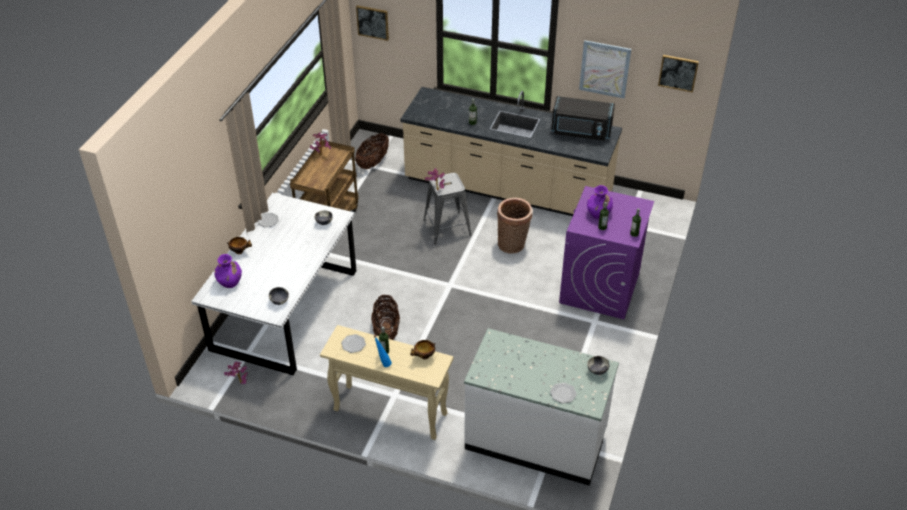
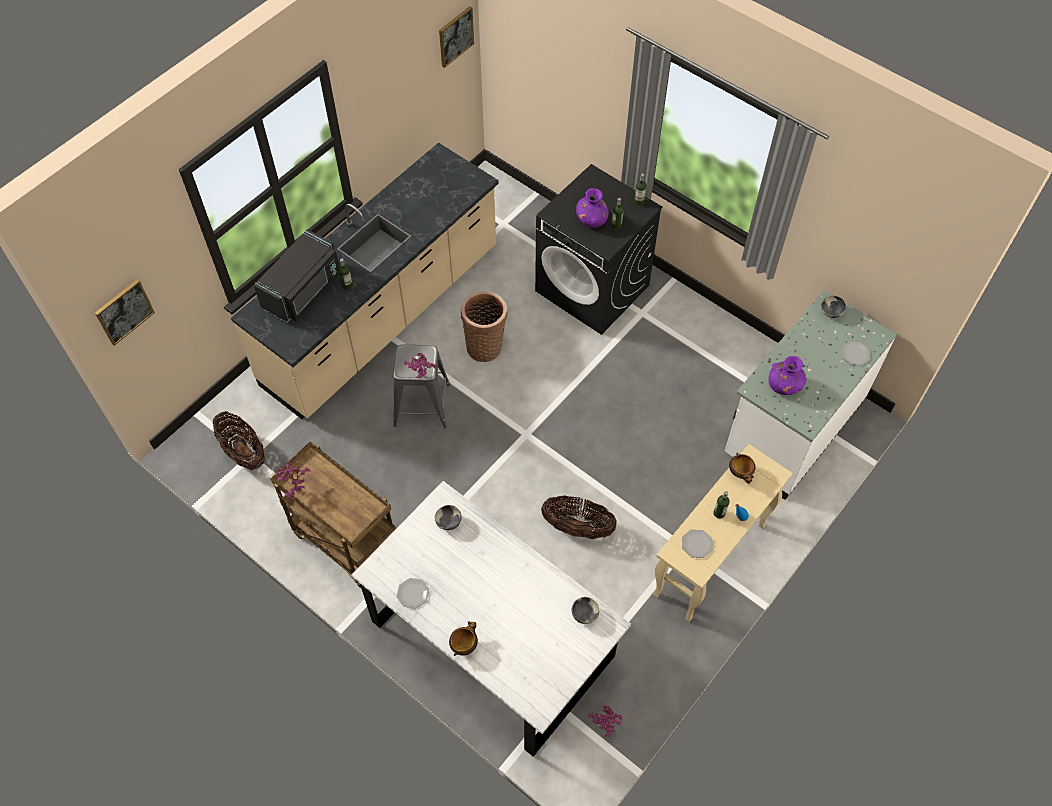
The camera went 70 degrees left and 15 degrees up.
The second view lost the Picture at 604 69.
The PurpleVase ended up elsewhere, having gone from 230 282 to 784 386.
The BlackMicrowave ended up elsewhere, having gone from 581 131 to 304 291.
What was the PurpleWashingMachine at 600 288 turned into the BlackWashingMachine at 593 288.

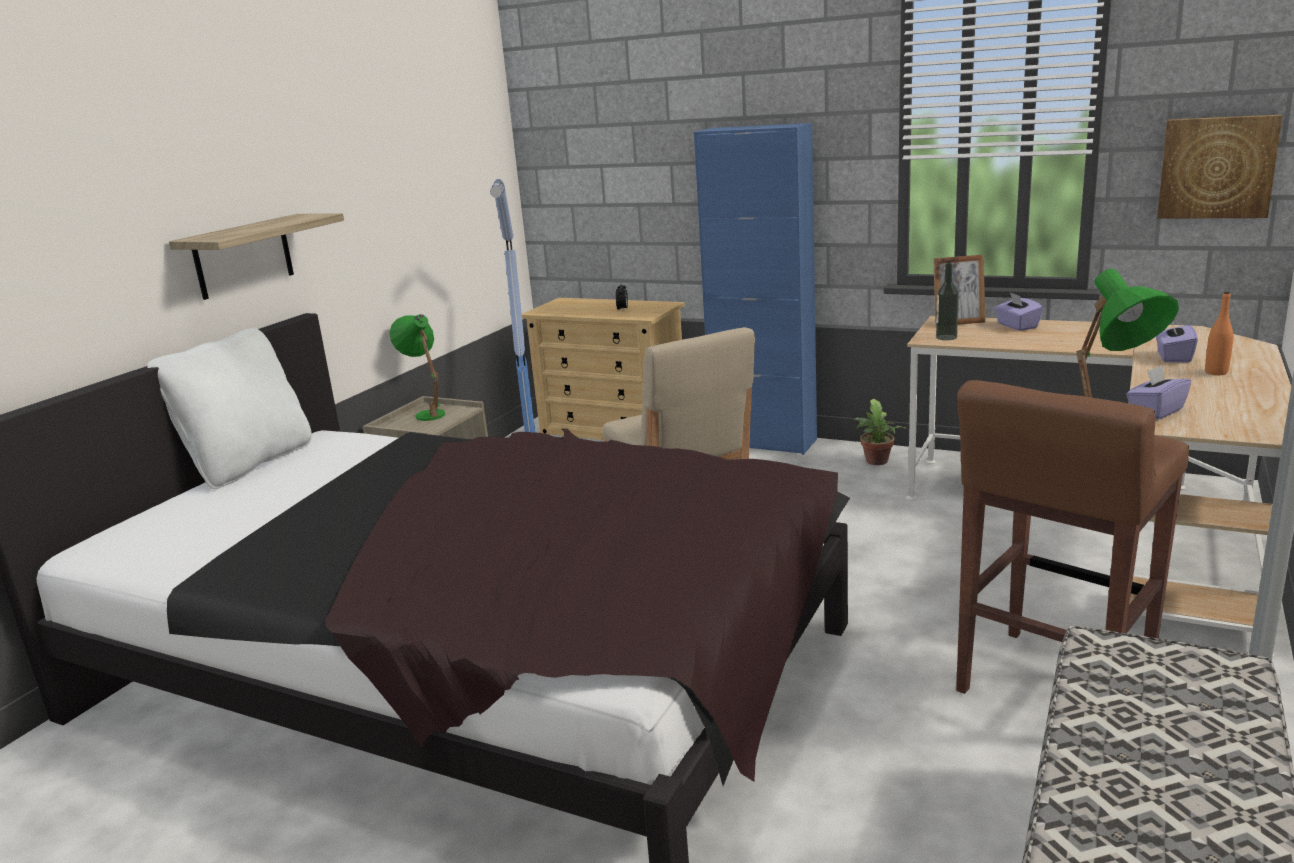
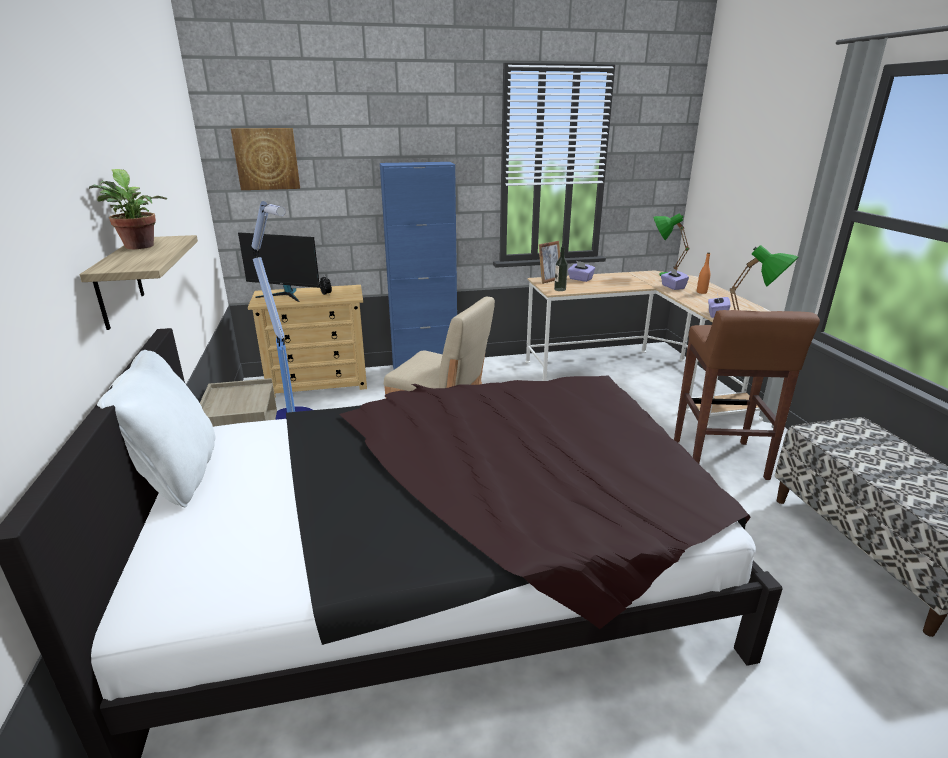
The camera went 40 degrees left and 5 degrees up.
The second view gained the Monitor at 285 295.
The GreenTableLamp ended up elsewhere, having gone from 428 412 to 661 274.
The PottedPlant ended up elsewhere, having gone from 877 462 to 140 247.
The Picture ended up elsewhere, having gone from 1216 167 to 266 159.

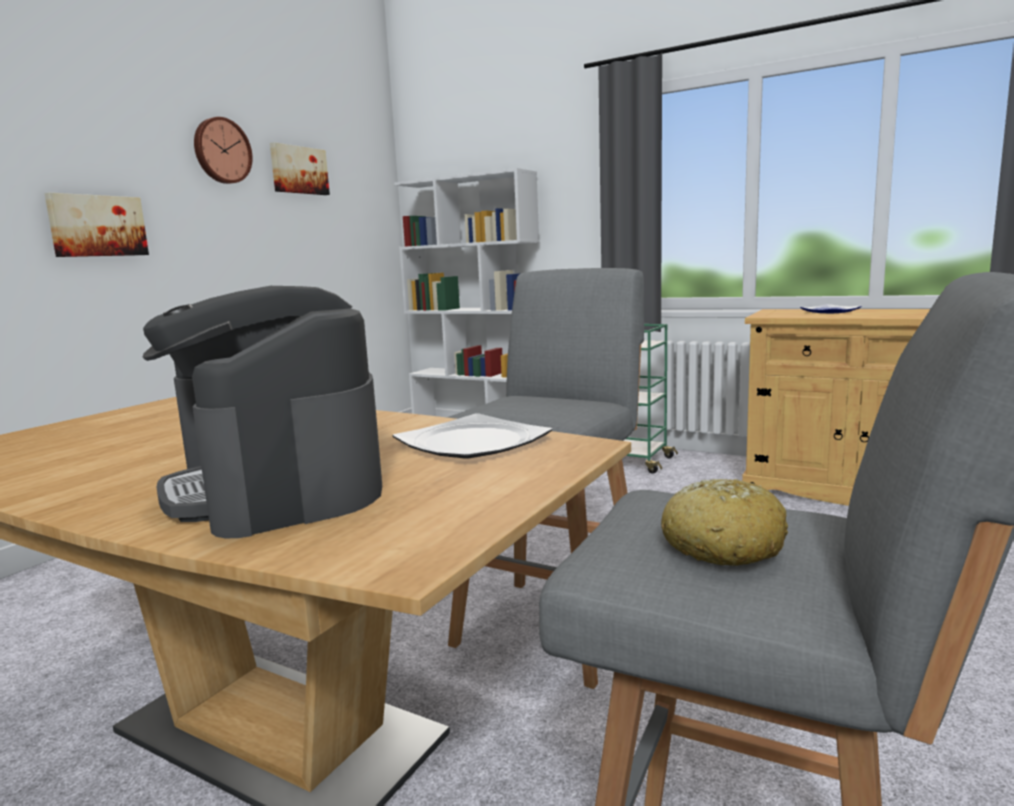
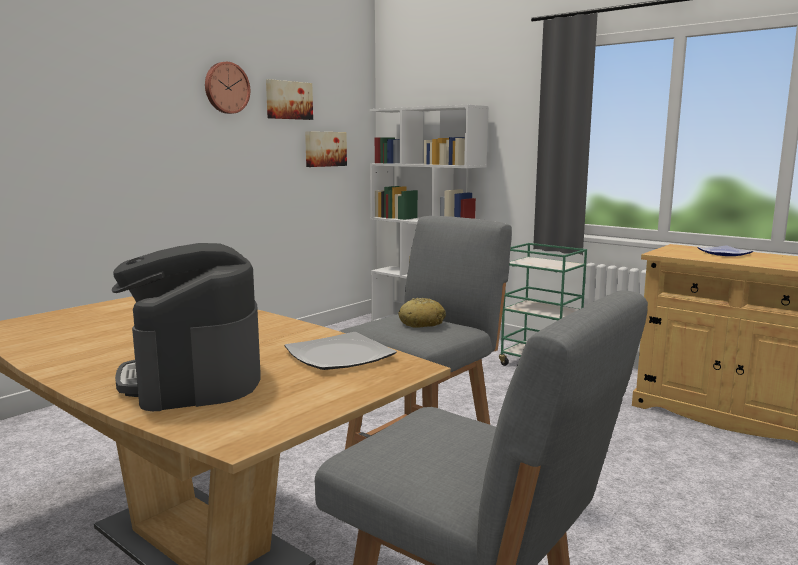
The camera went 10 degrees right and 0 degrees up.
The Picture ended up elsewhere, having gone from 97 226 to 325 149.
The Bread ended up elsewhere, having gone from 723 546 to 422 323.

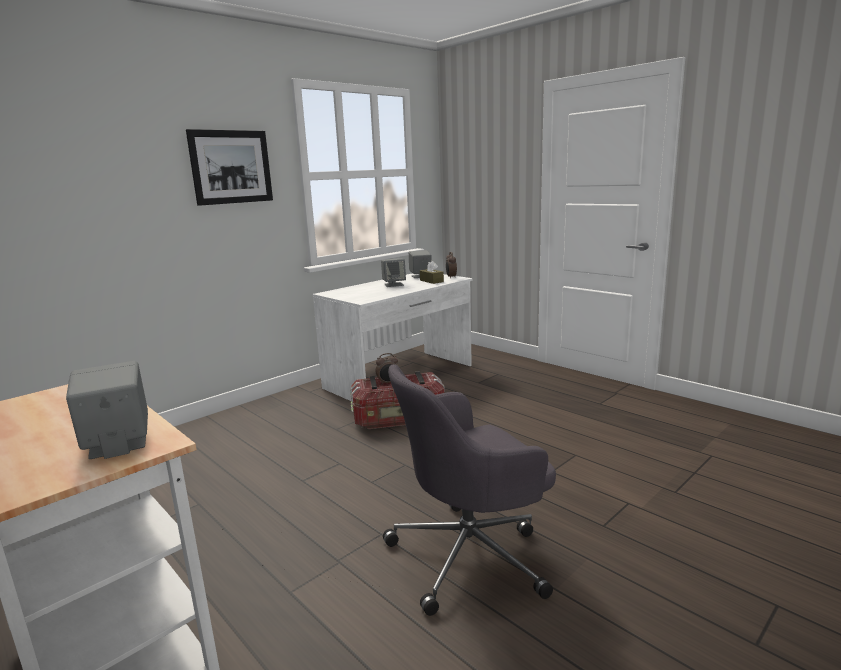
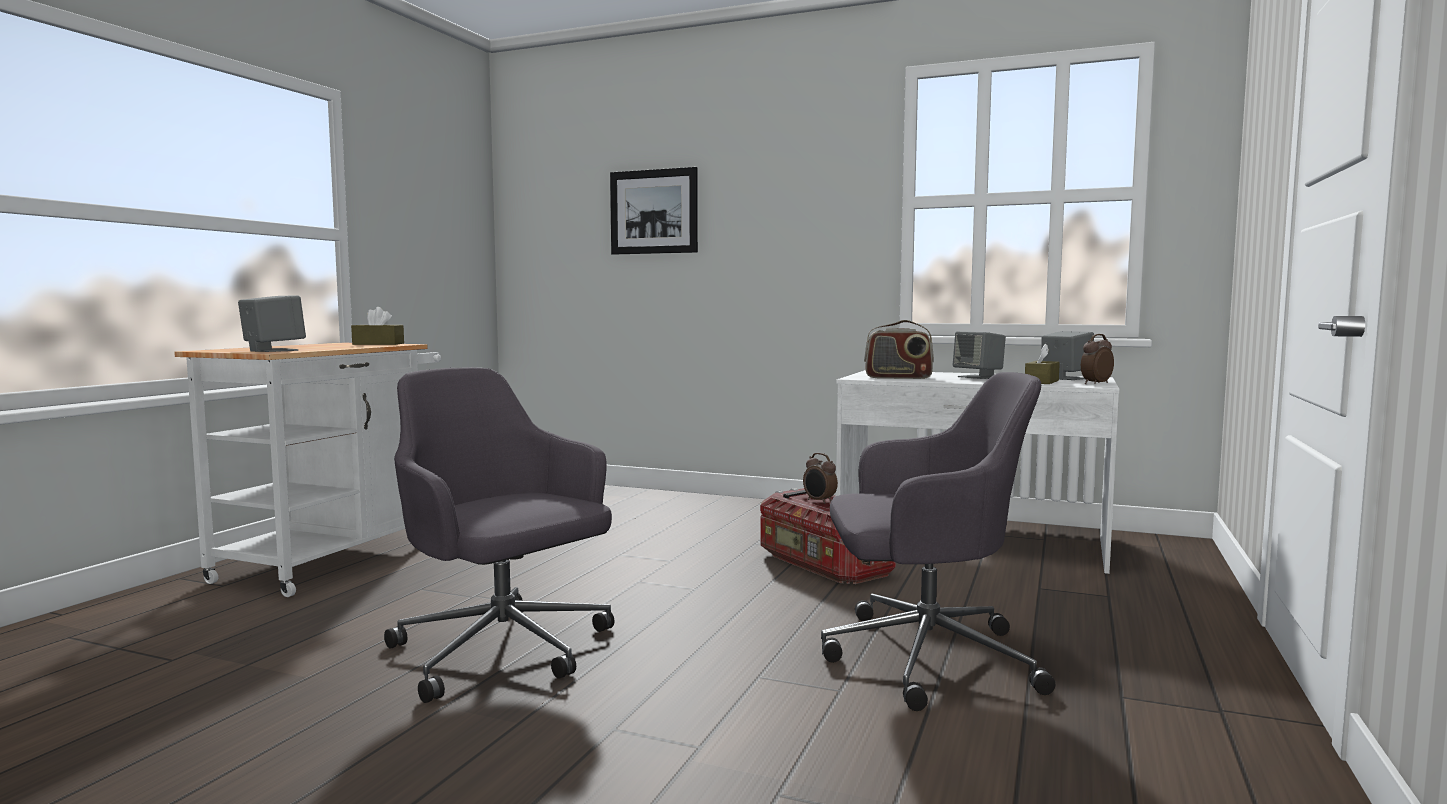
The camera went 65 degrees right and 10 degrees down.
The second view gained the BrownTissueBox at 378 344.
The second view gained the GreyOfficeChair at 923 658.
The second view gained the Radio at 898 377.
The Picture ended up elsewhere, having gone from 231 167 to 653 212.

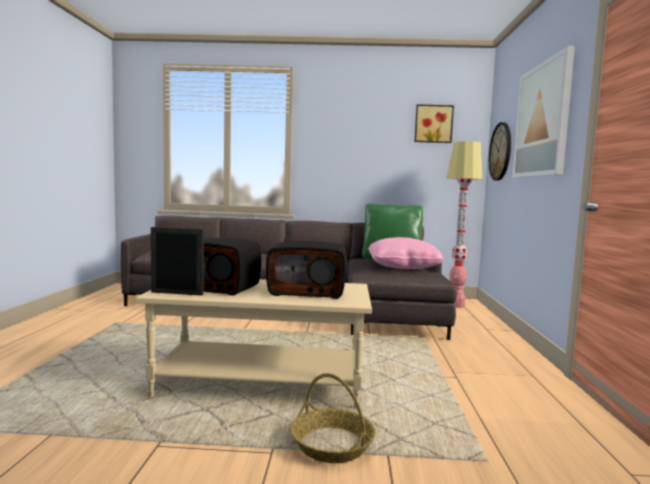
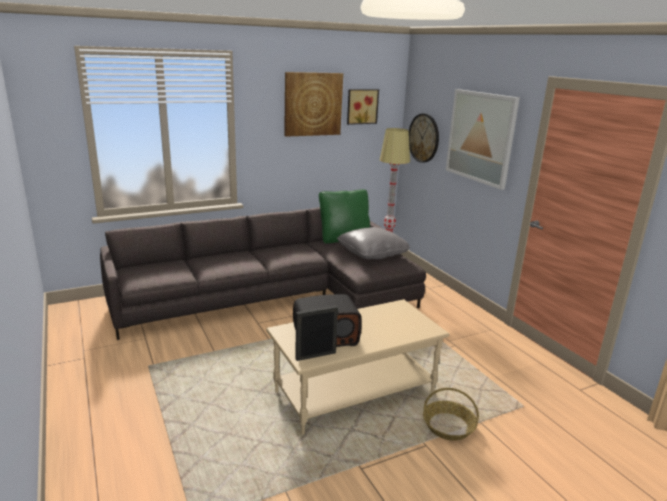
The camera went 30 degrees left and 15 degrees up.
The second view lost the Radio at 308 291.
The second view gained the Picture at 313 104.
What was the PinkPillow at 402 267 turned into the GreyPillow at 372 253.

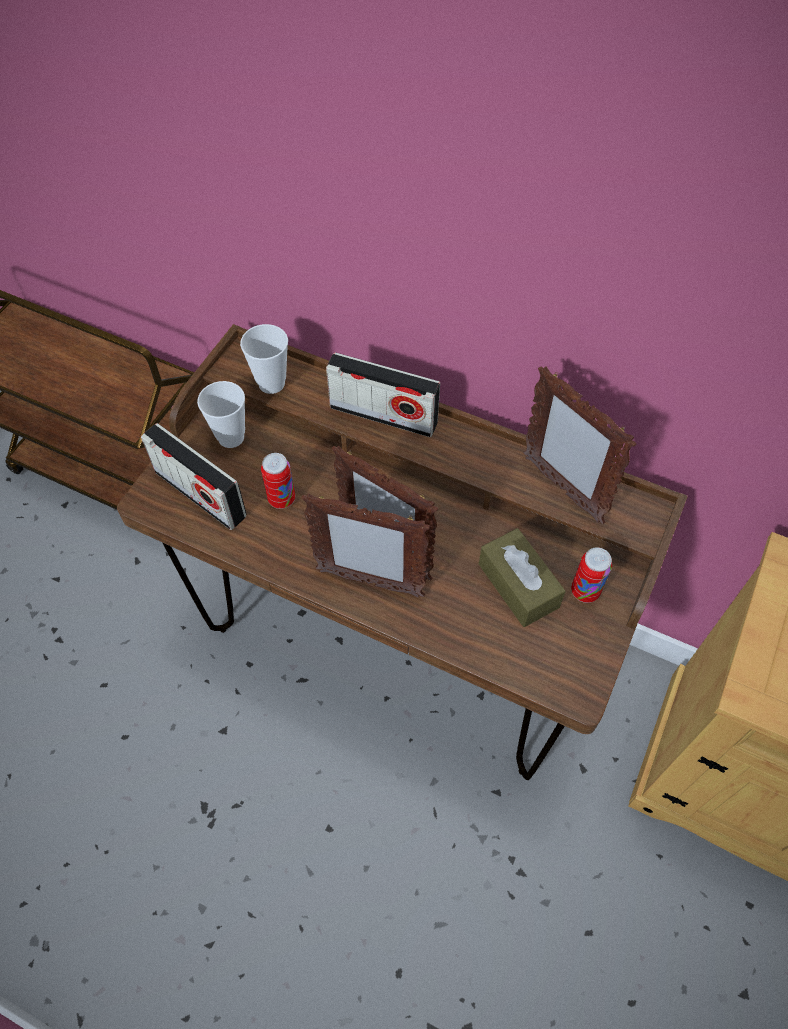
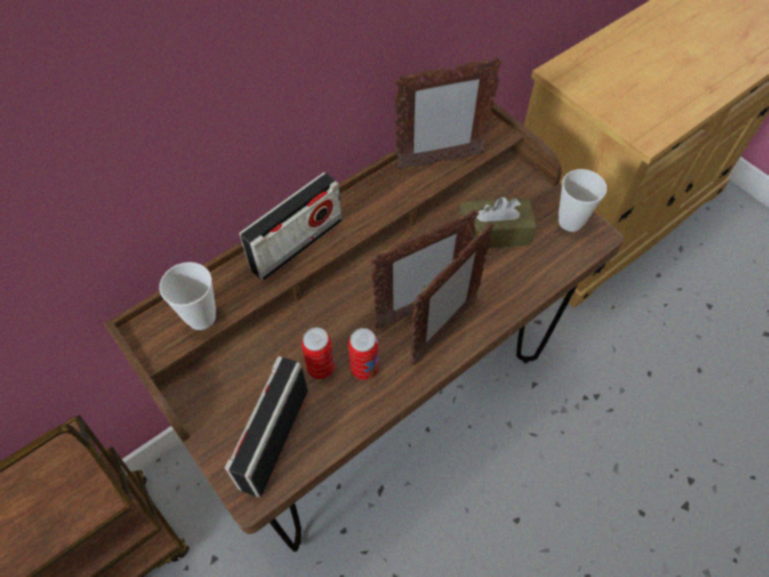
The camera went 65 degrees left and 0 degrees up.
The Cup ended up elsewhere, having gone from 231 437 to 570 222.
The Can ended up elsewhere, having gone from 585 591 to 364 369.
The Radio at 200 494 ended up facing another way, 135 degrees clockwise from before.

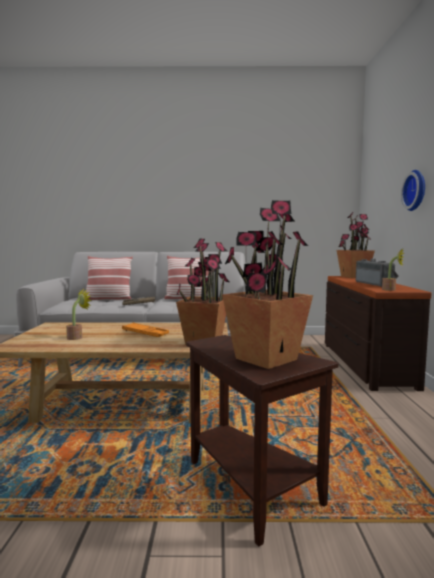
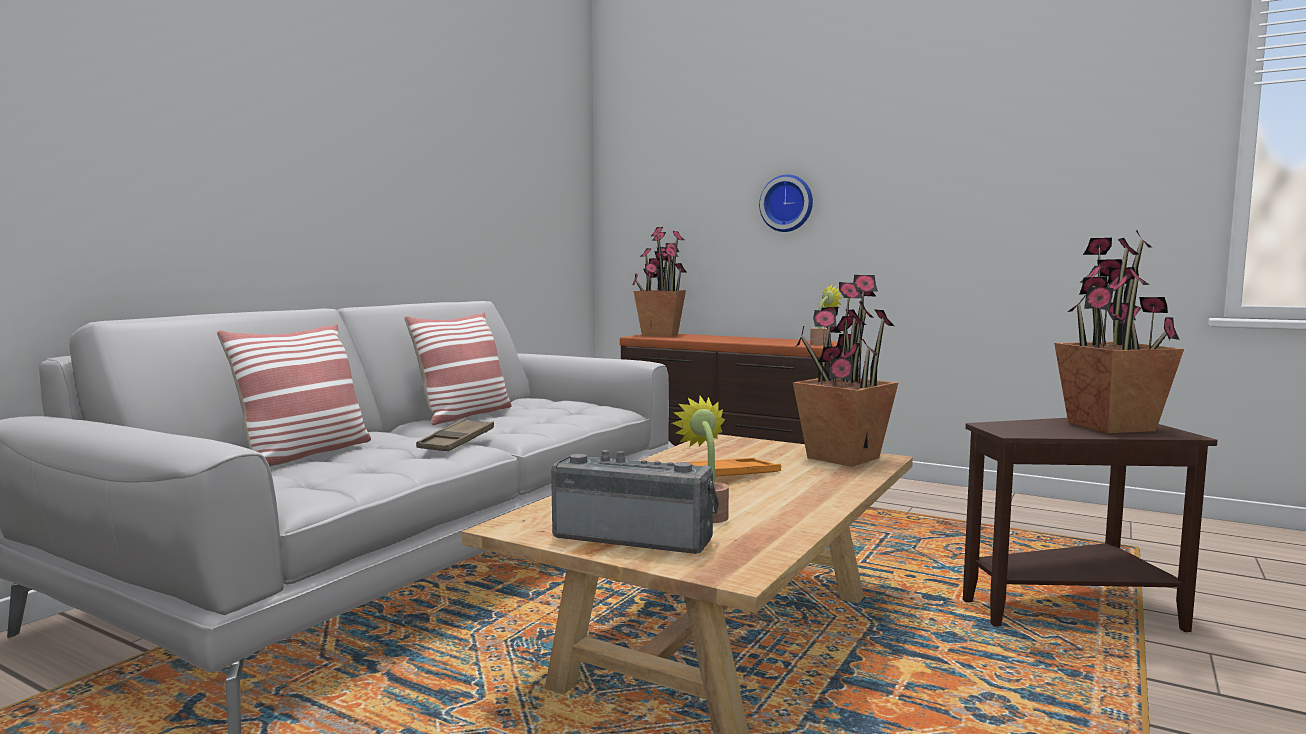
The camera went 60 degrees left and 0 degrees up.
The Radio ended up elsewhere, having gone from 376 284 to 635 537.

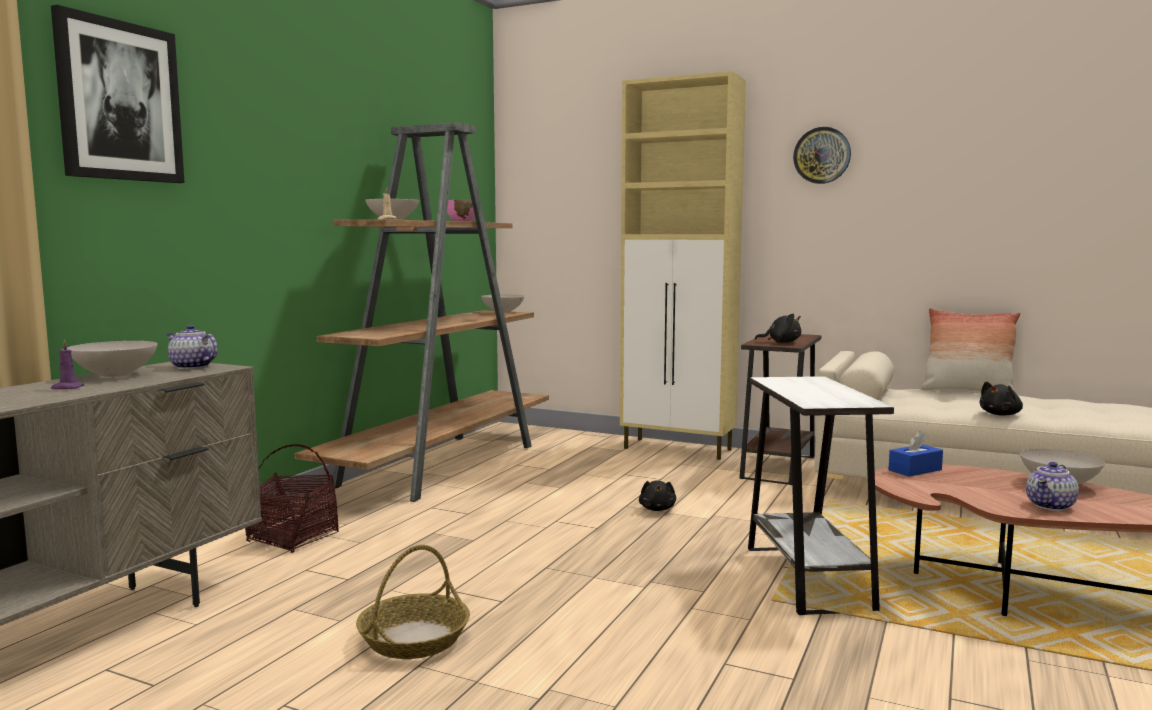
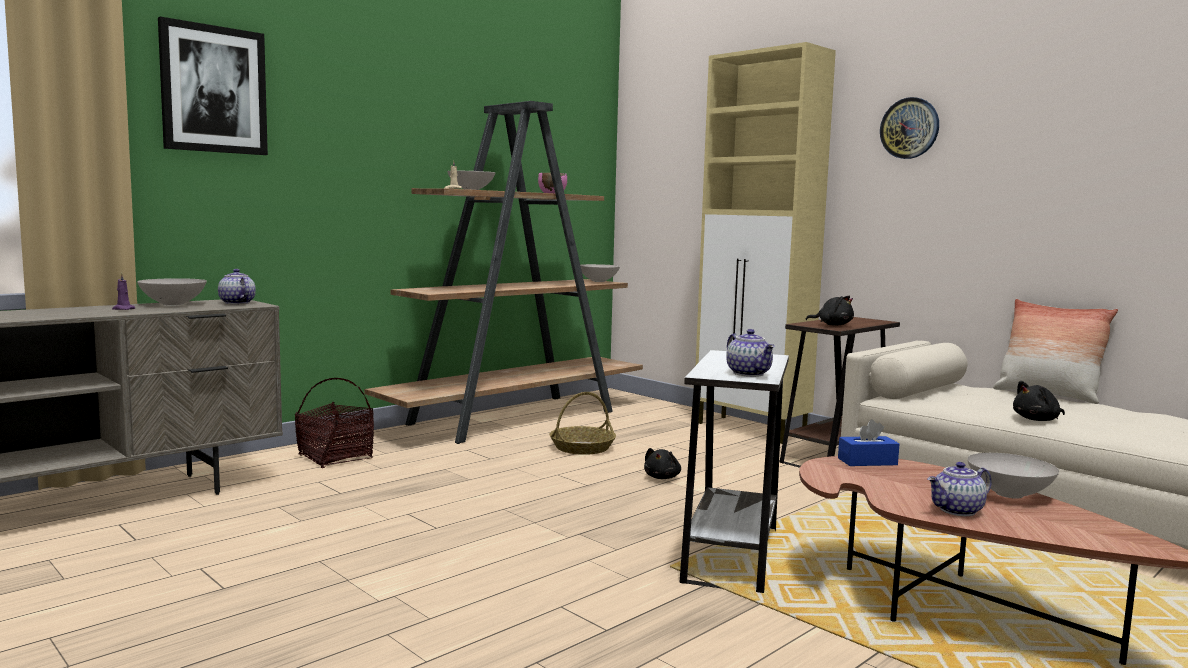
The camera went 20 degrees right and 0 degrees up.
The second view gained the Teapot at 749 374.
The Basket ended up elsewhere, having gone from 414 638 to 582 448.

